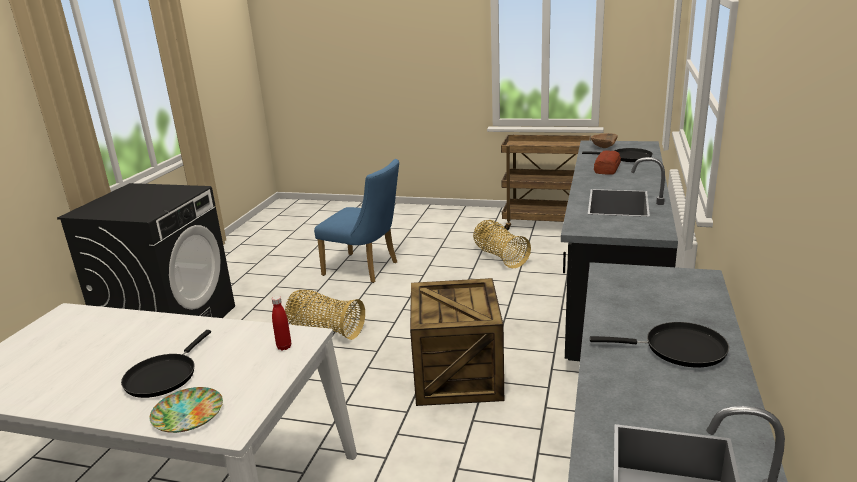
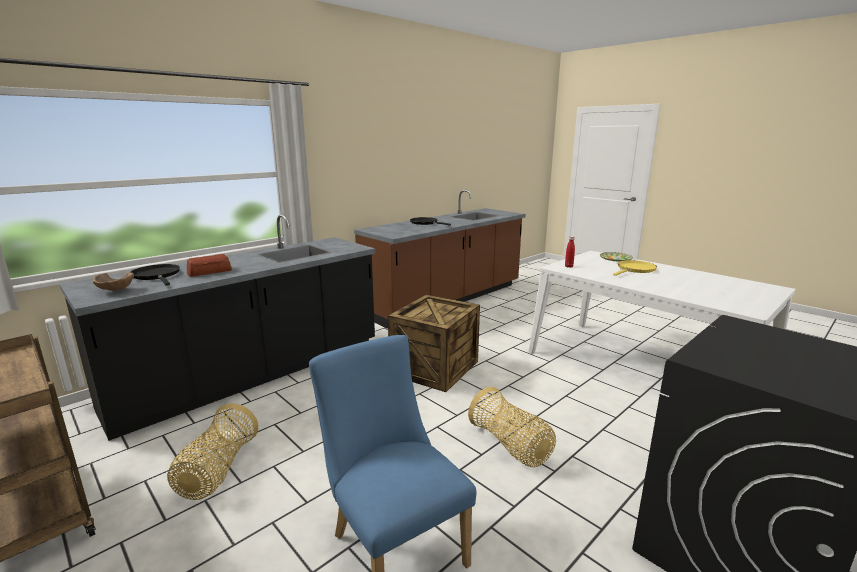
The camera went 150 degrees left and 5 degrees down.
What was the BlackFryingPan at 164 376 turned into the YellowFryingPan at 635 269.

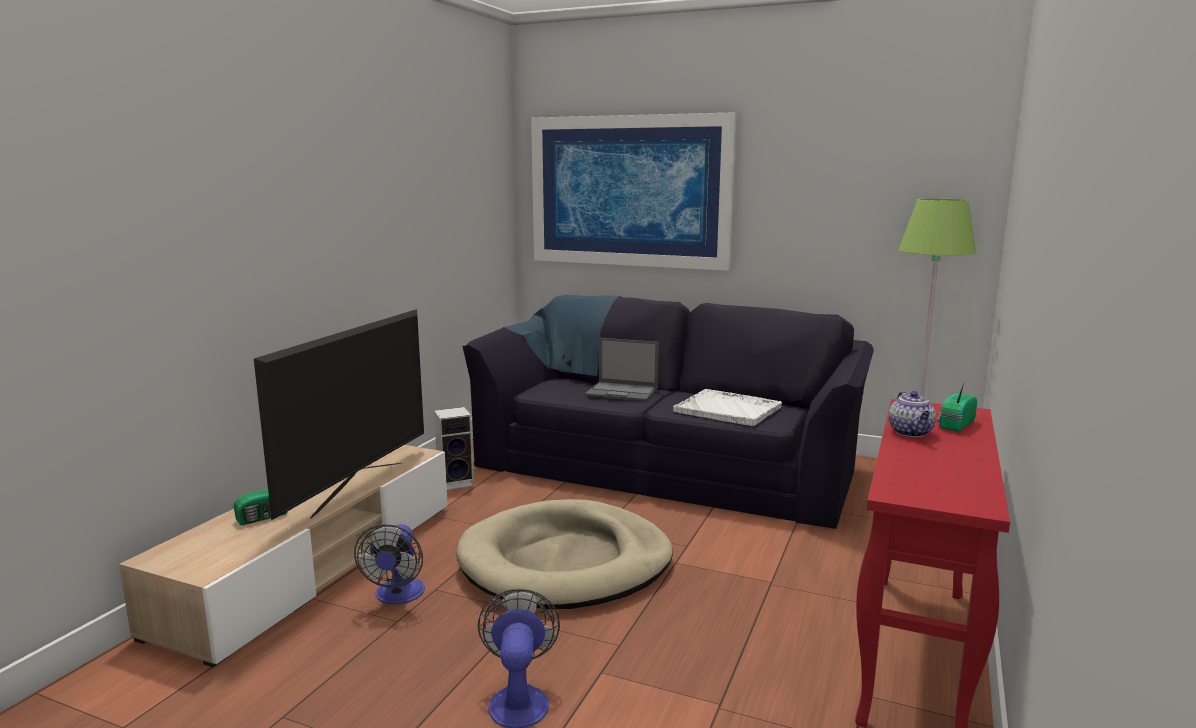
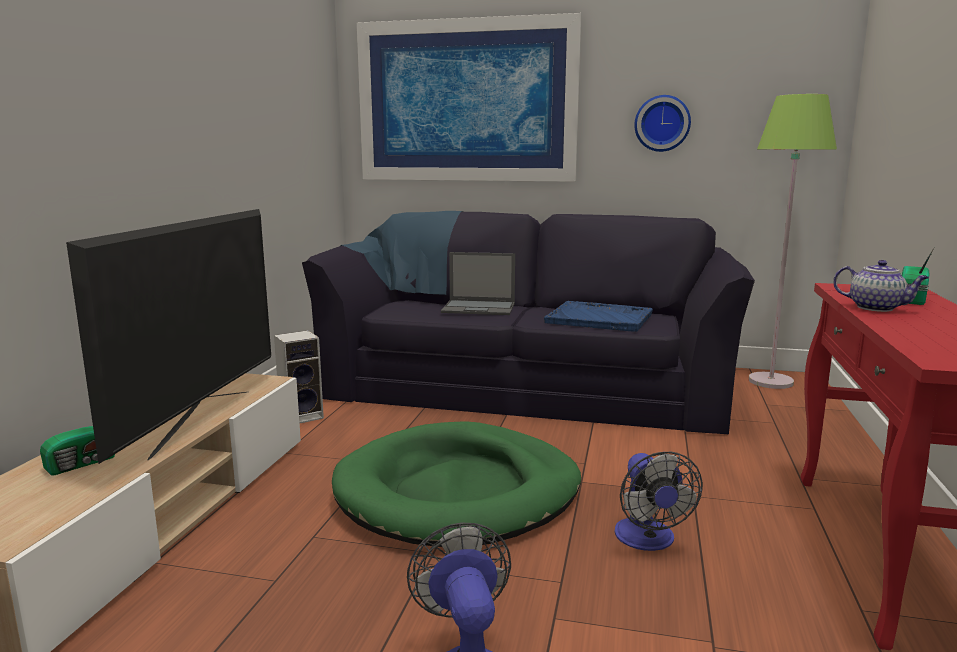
The camera went 10 degrees left and 0 degrees up.
The second view gained the WallClock at 662 123.
The Fan ended up elsewhere, having gone from 398 596 to 648 540.
What was the BeigeDogBed at 565 562 turned into the GreenDogBed at 459 491.
What was the WhiteTray at 728 410 turned into the BlueTray at 600 319.
The Teapot at 911 433 ended up facing another way, 45 degrees counterclockwise from before.

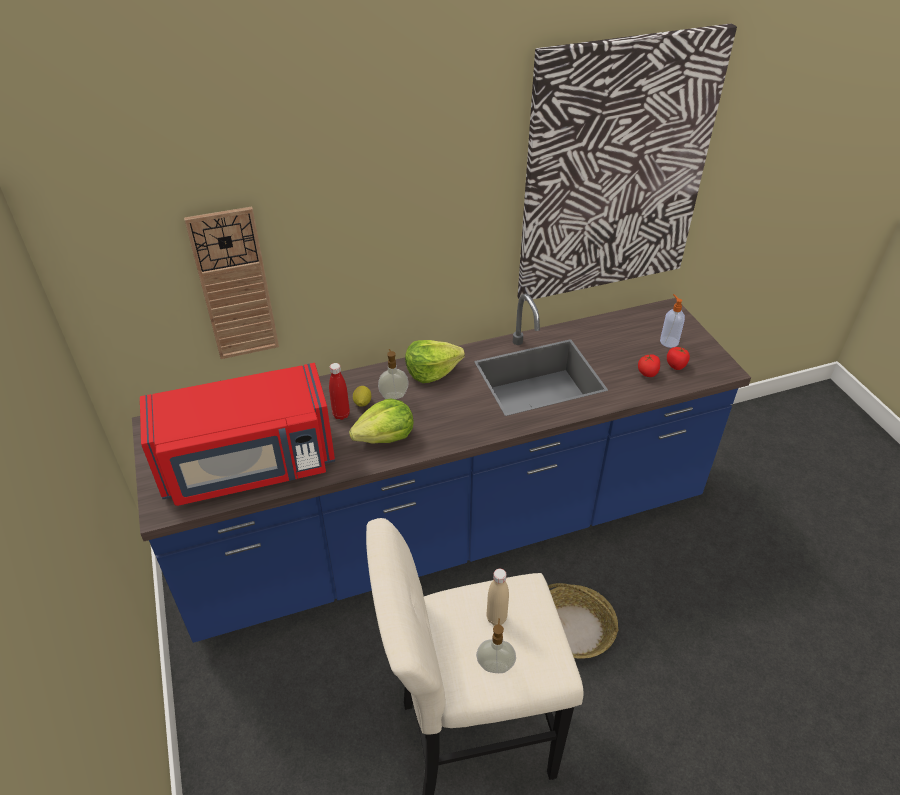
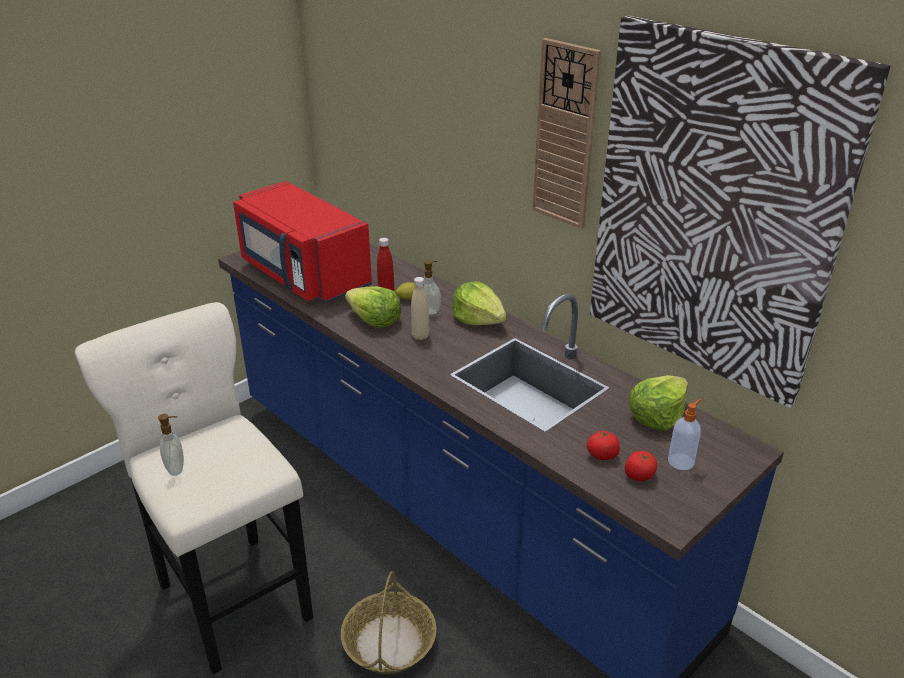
The camera went 65 degrees right and 10 degrees down.
The second view gained the Lettuce at 657 416.
The WallClock ended up elsewhere, having gone from 235 286 to 565 136.
The BeigeBottle ended up elsewhere, having gone from 496 618 to 420 336.

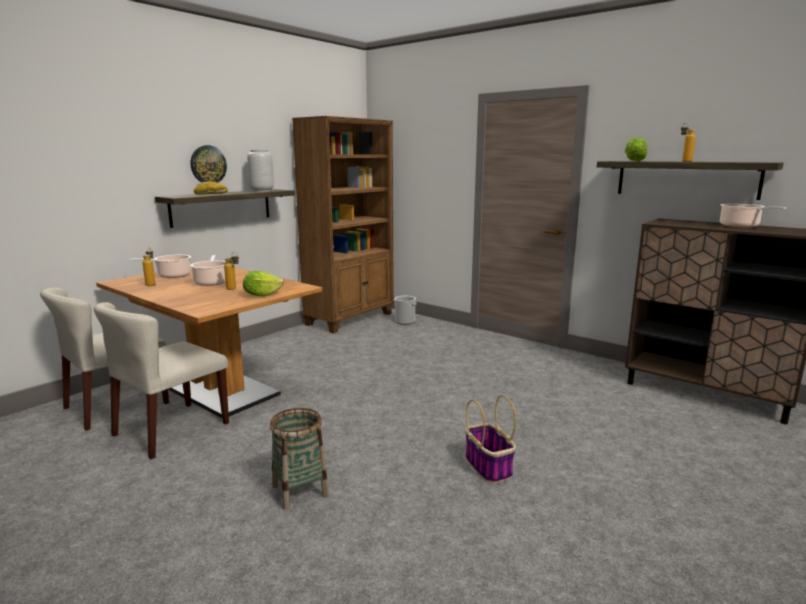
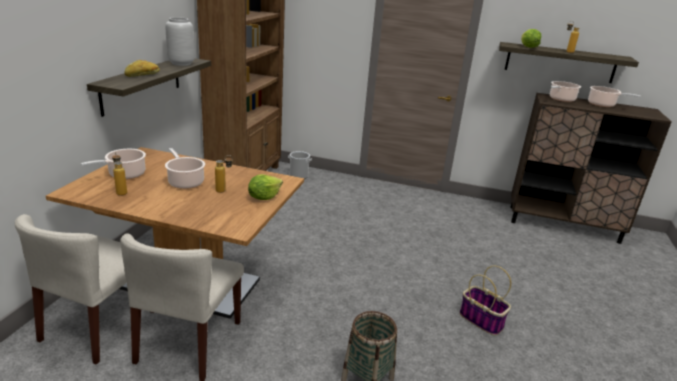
The camera went 25 degrees left and 10 degrees up.
The second view lost the WallClock at 208 165.
The second view gained the CookingPot at 561 99.

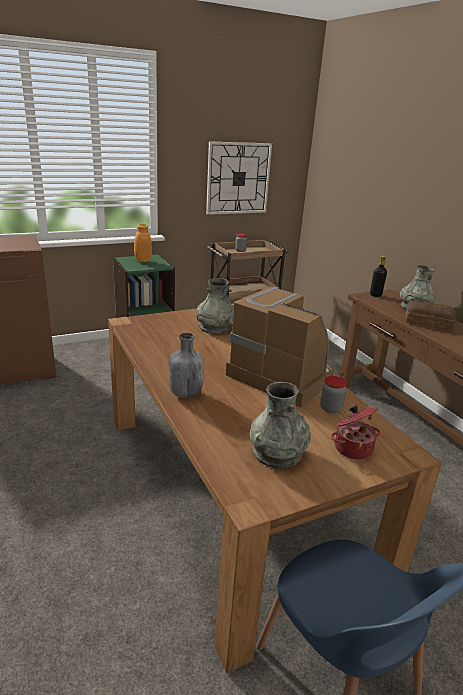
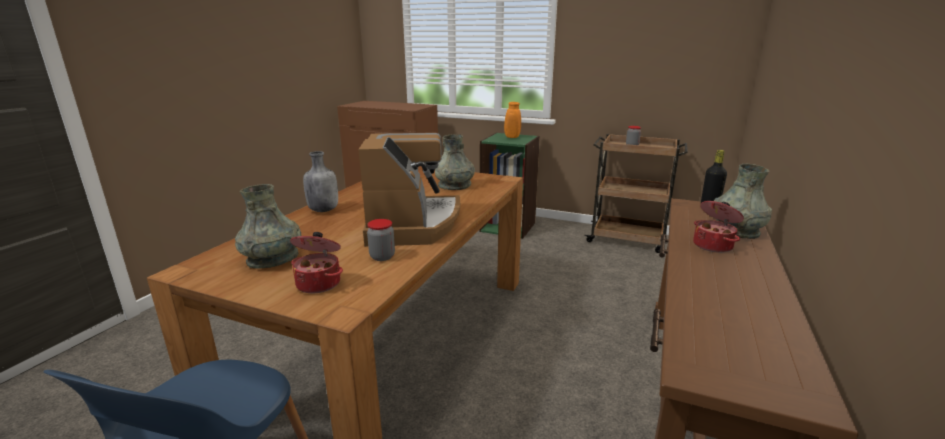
The camera went 50 degrees right and 5 degrees down.
The second view lost the WallClock at 238 178.
Where the Bread stood at 427 322, the CookingPot came to stand at 713 245.

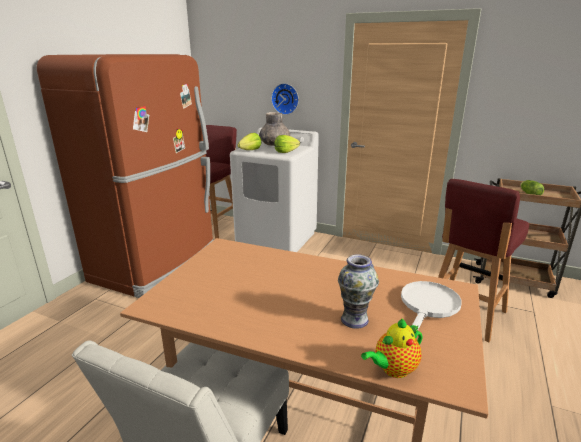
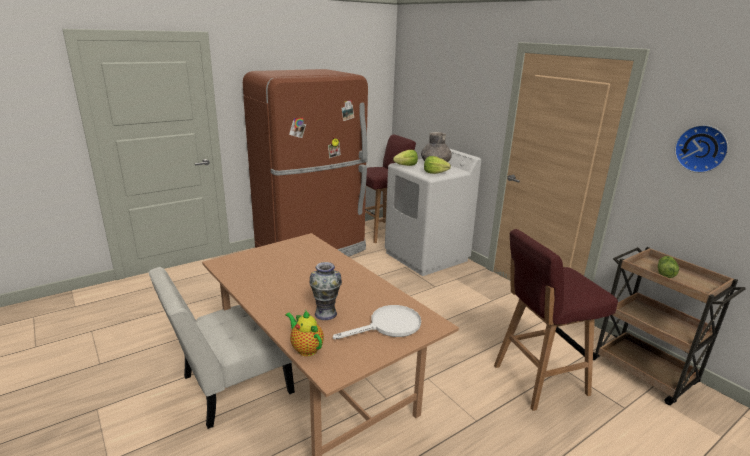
The camera went 30 degrees right and 0 degrees up.
The WallClock ended up elsewhere, having gone from 285 99 to 702 148.
The Teapot at 393 369 ended up facing another way, 45 degrees clockwise from before.

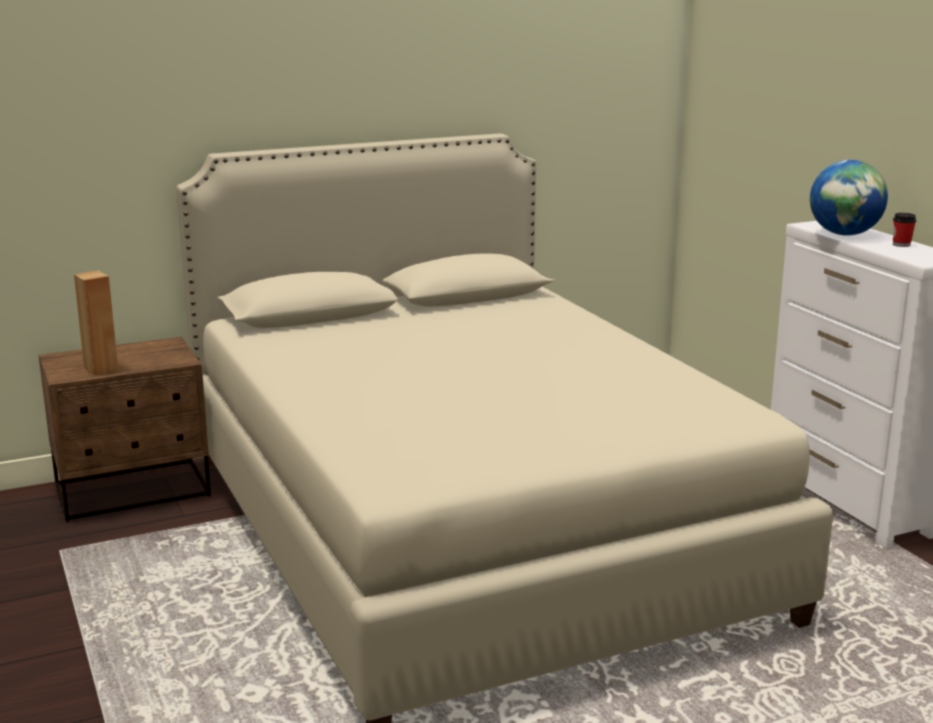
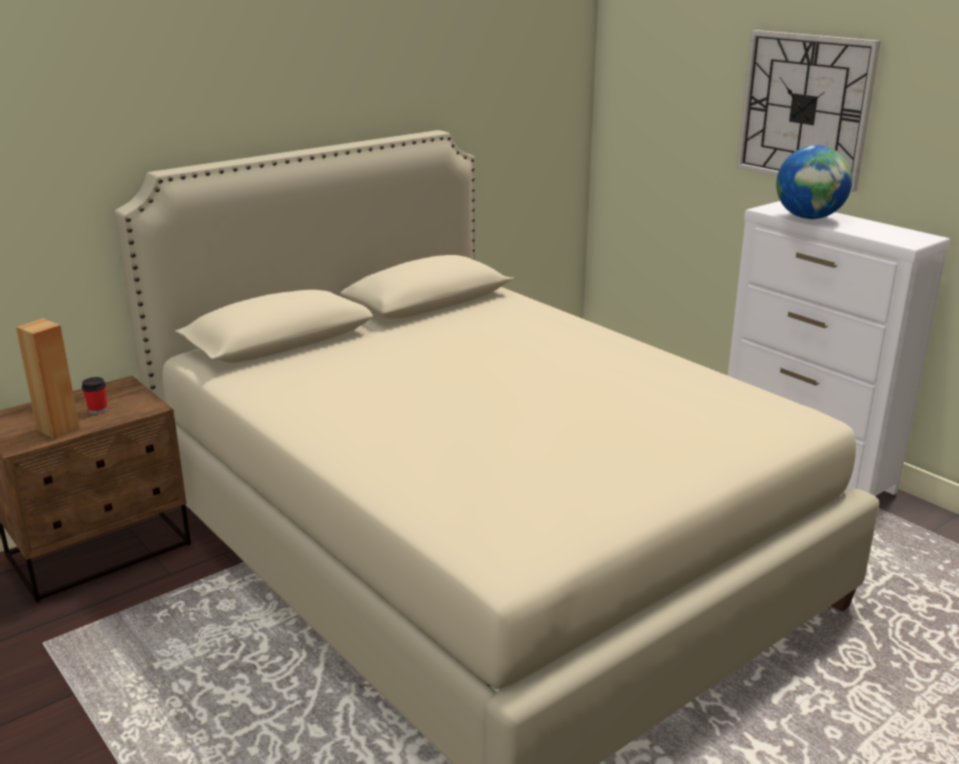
The camera went 15 degrees left and 5 degrees up.
The second view gained the WallClock at 804 108.
The Cup ended up elsewhere, having gone from 901 245 to 98 410.

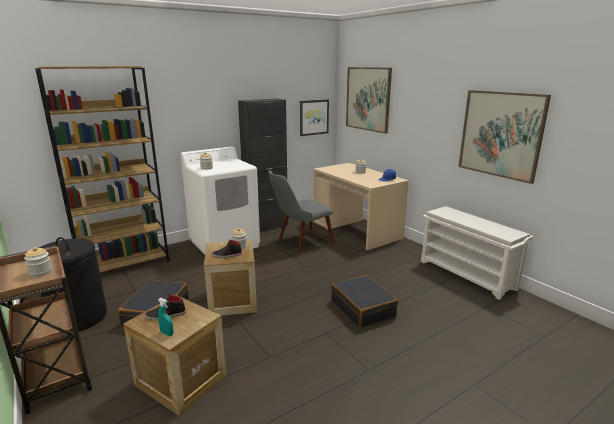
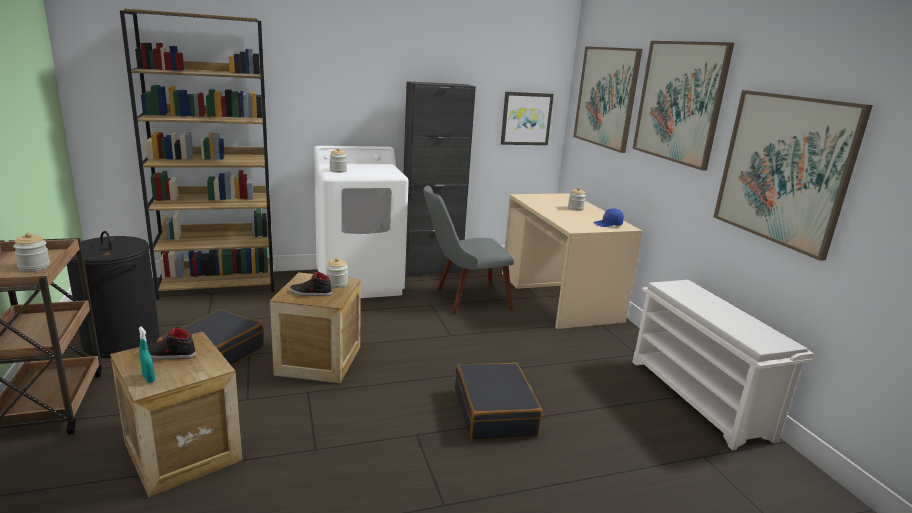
The camera went 15 degrees right and 0 degrees up.
The second view gained the Picture at 679 102.

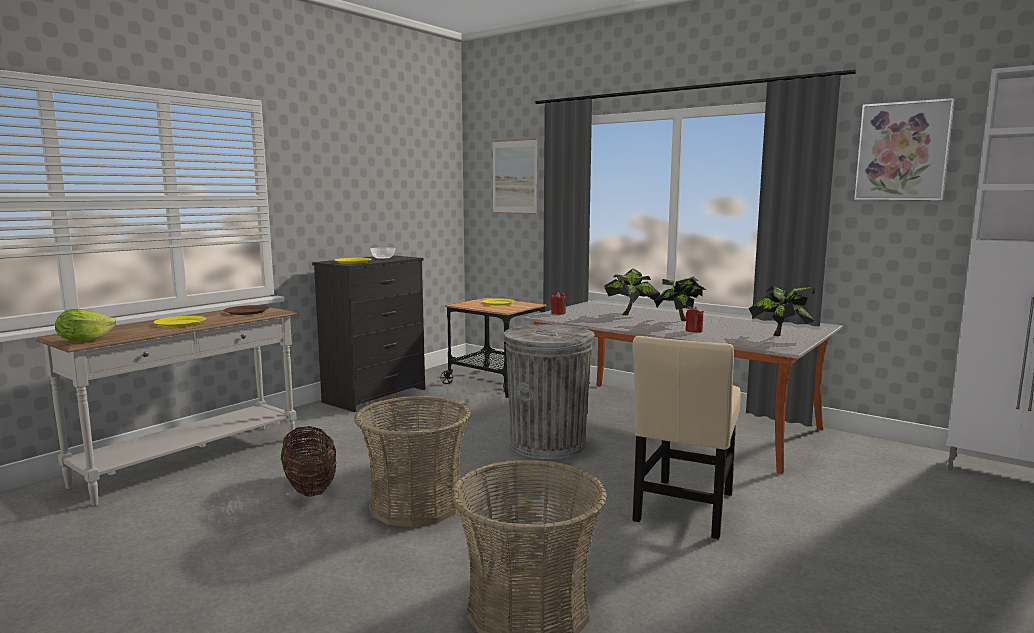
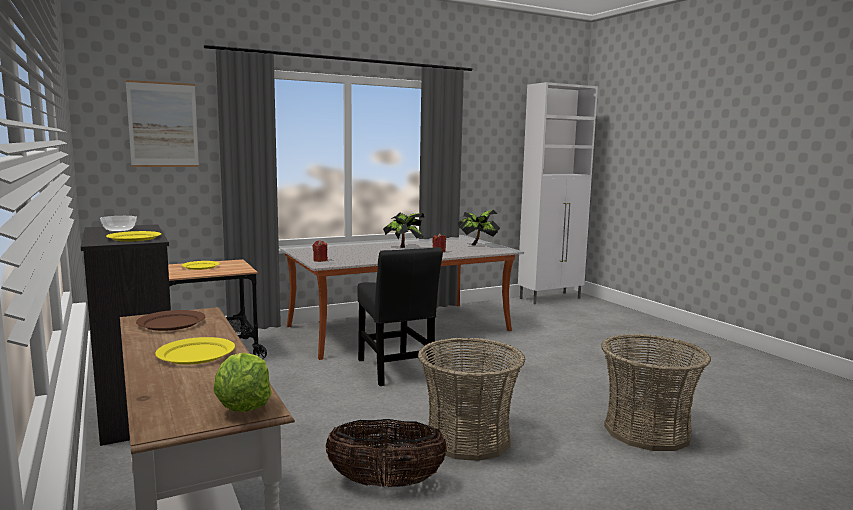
The camera went 65 degrees left and 0 degrees up.
The second view lost the PottedPlant at 630 314.
The second view lost the BeigeChair at 684 510.
The second view lost the Picture at 902 151.
Where the GreyTrashCan stood at 547 444, the BlackChair came to stand at 396 370.

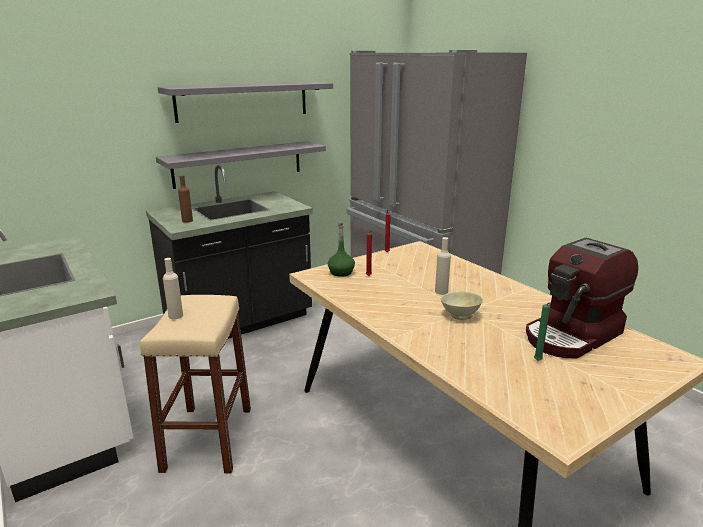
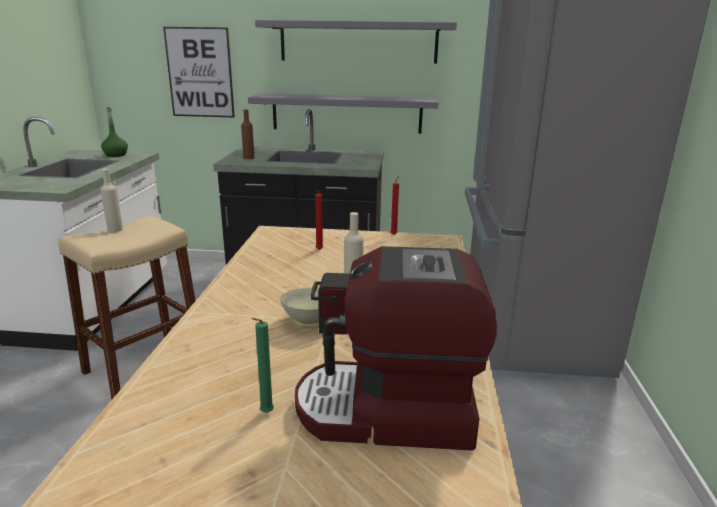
The camera went 40 degrees right and 0 degrees up.
The second view gained the Picture at 200 73.
The GreenBottle ended up elsewhere, having gone from 341 272 to 116 155.

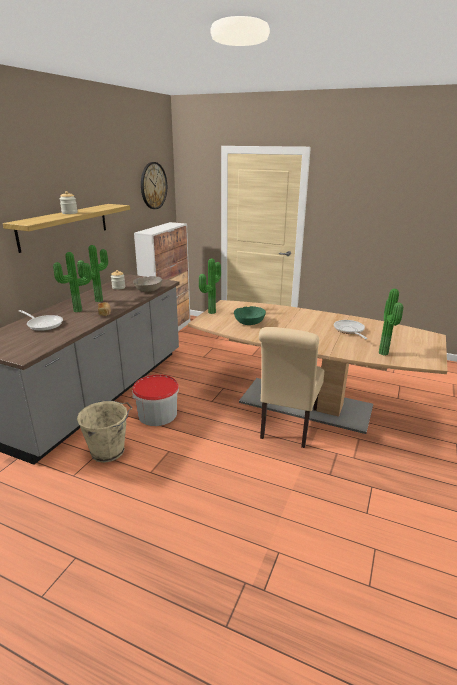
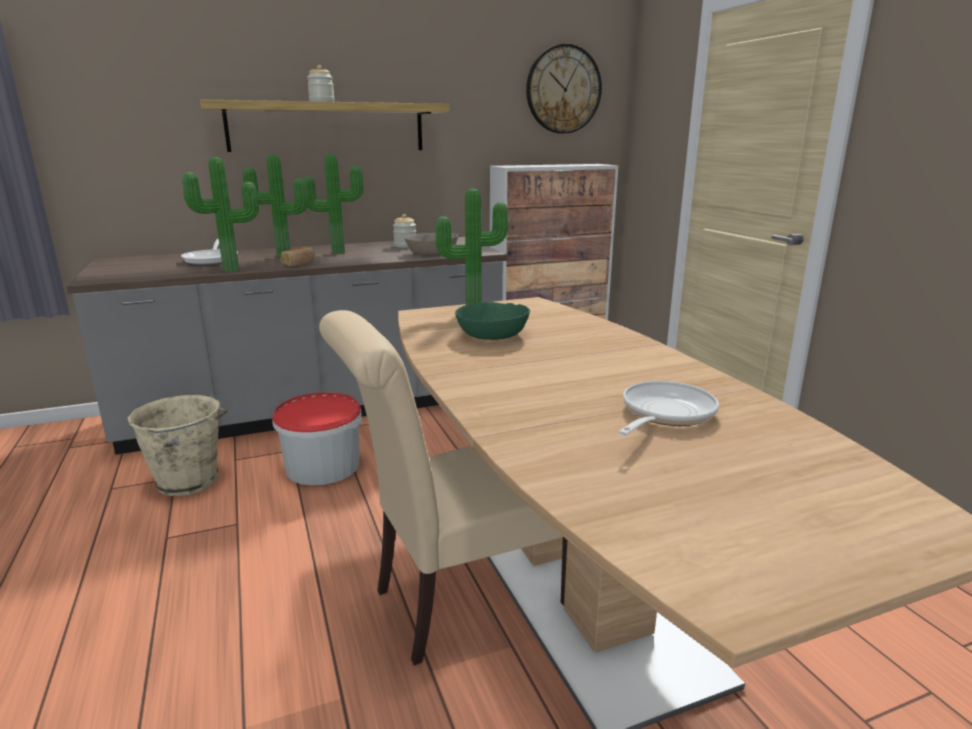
The camera went 45 degrees right and 5 degrees down.
The PottedPlant ended up elsewhere, having gone from 385 353 to 232 270.

